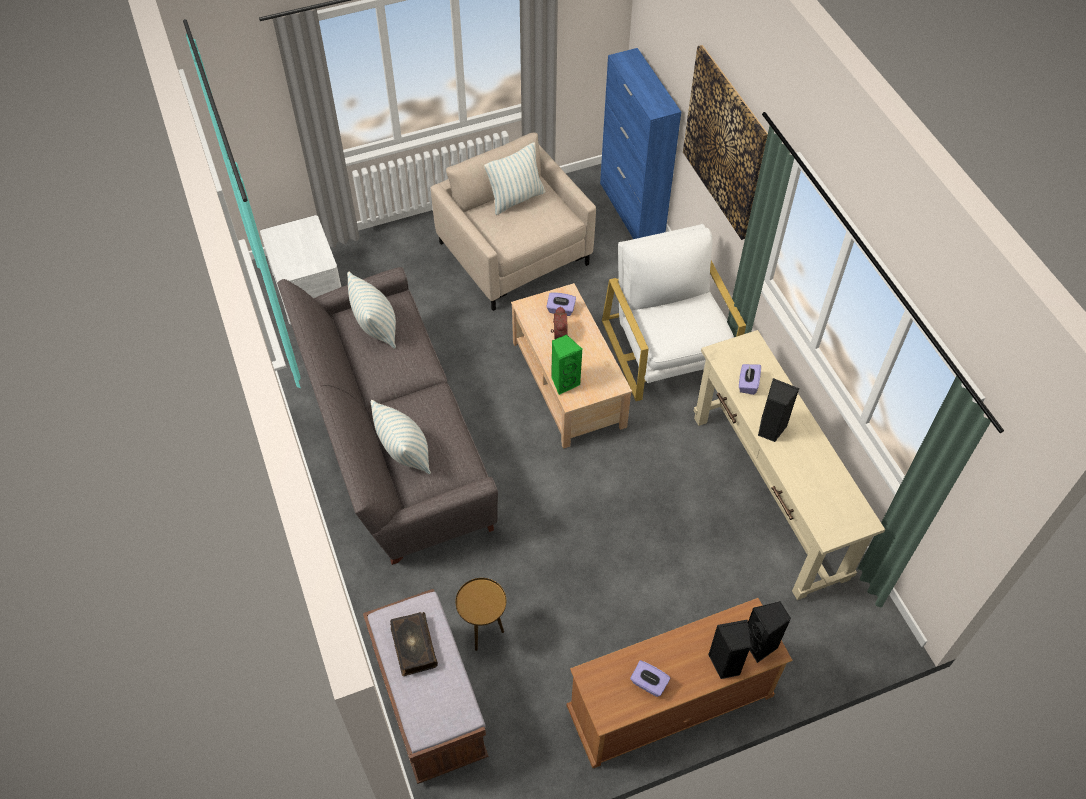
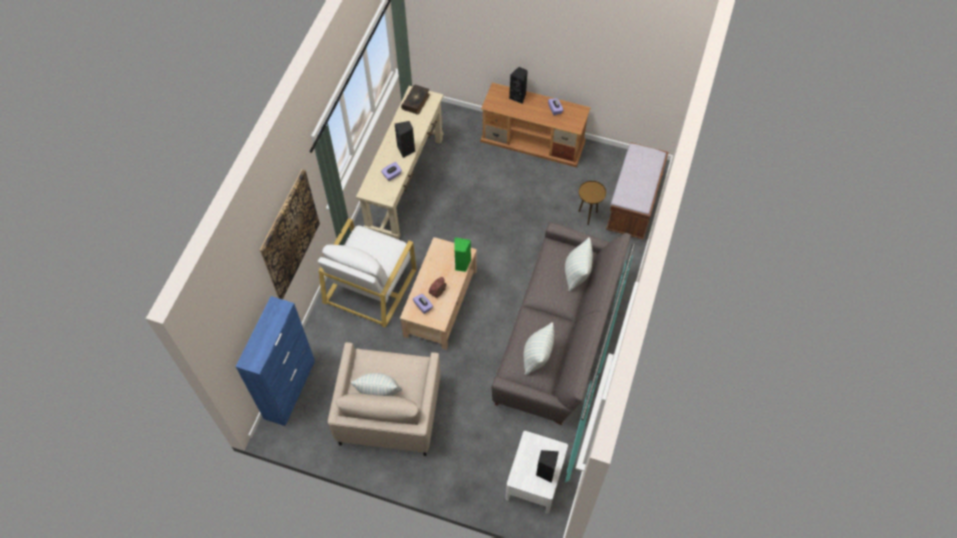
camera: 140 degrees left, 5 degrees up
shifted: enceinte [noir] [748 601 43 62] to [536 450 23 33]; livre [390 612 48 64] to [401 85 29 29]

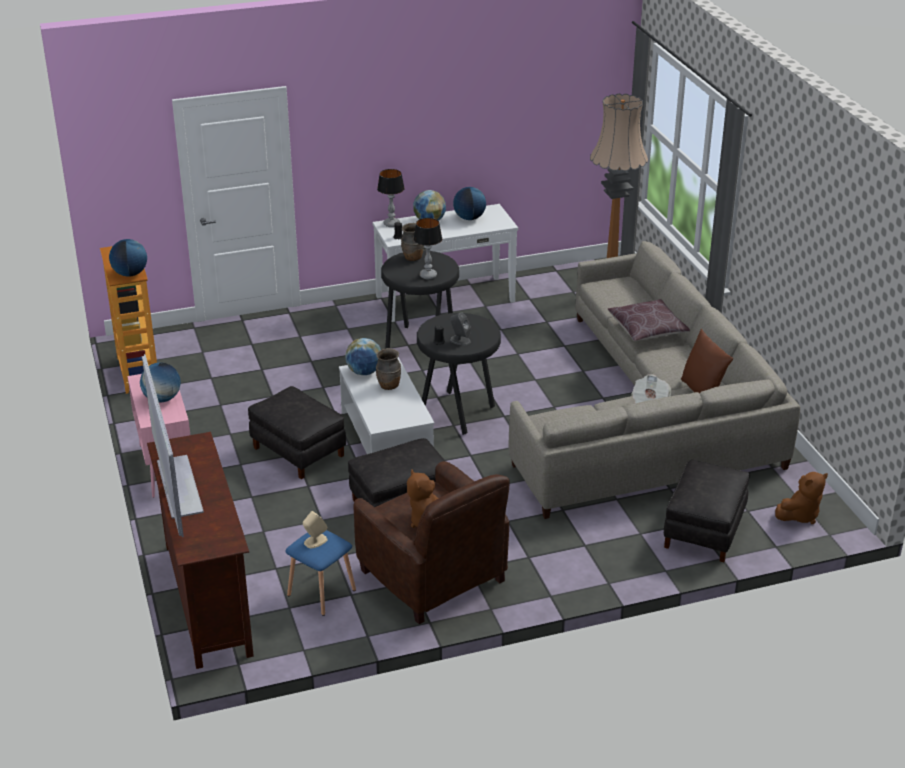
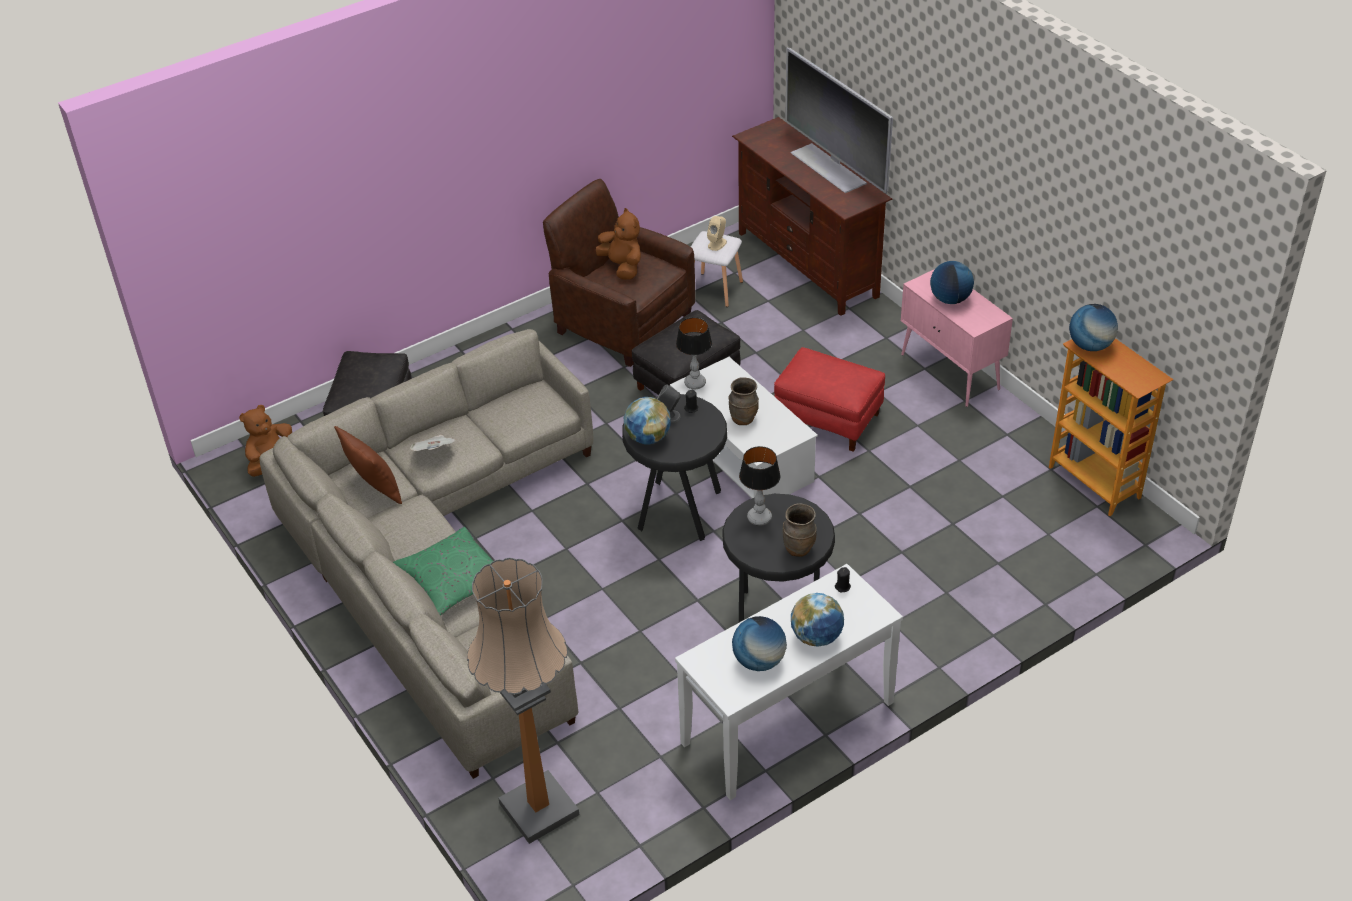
camera: 165 degrees right, 10 degrees up
shifted: lampe de table [377 169 28 58] to [676 317 36 73]; globe [345 338 36 37] to [623 397 48 47]
repainted: coussin [marron] [608 299 82 42] to coussin [vert] [393 527 100 88]; pouf [noir] [248 386 98 93] to pouf [rouge] [774 347 111 105]; tabouret [bleu] [285 530 71 86] to tabouret [blanc] [691 231 52 76]

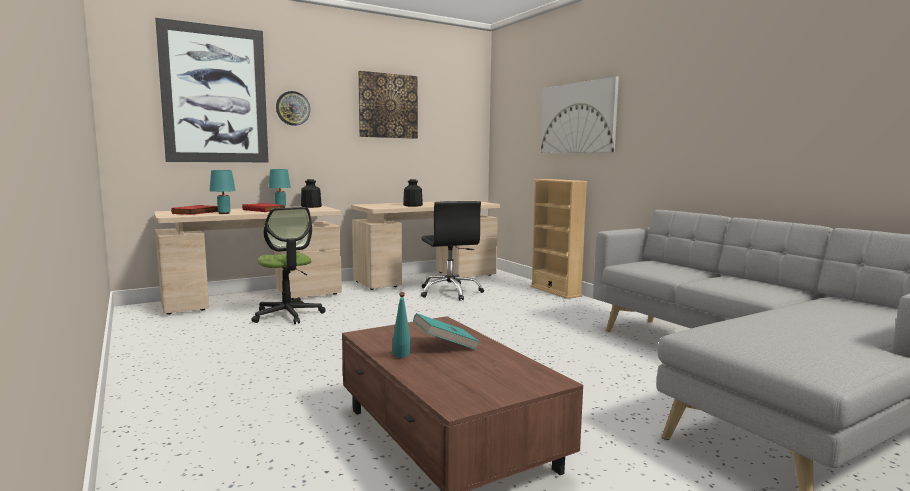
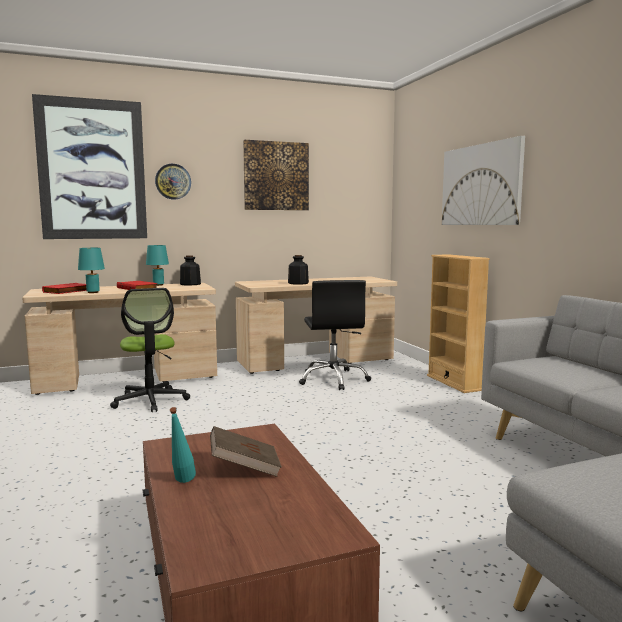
camera: 10 degrees right, 0 degrees up
repainted: livre [turquoise] [413 313 67 37] to livre [marron] [210 426 72 51]

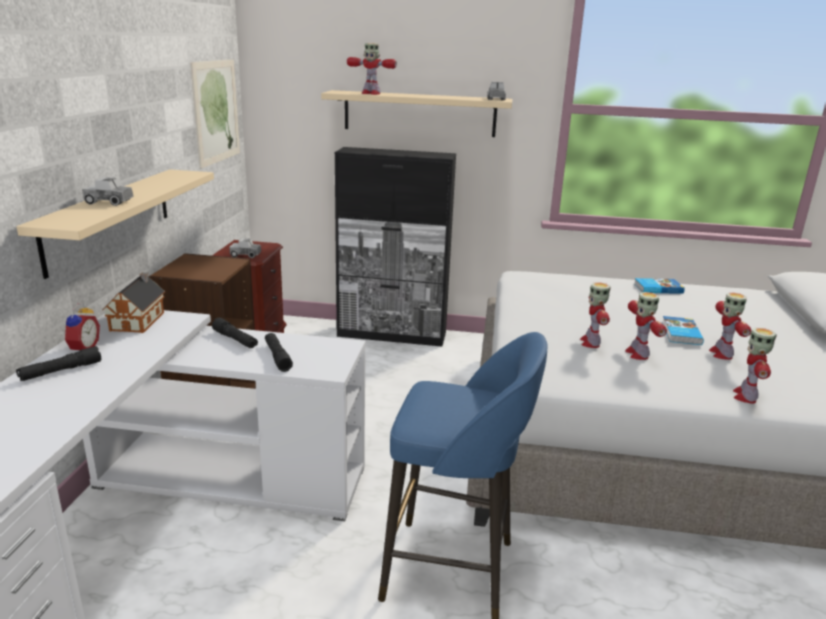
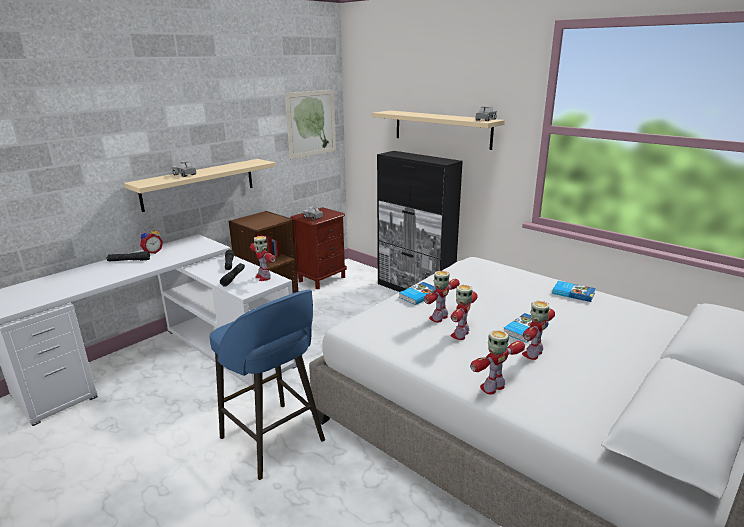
camera: 35 degrees right, 0 degrees up
gone: maison miniature [102 272 63 61]
new: livre [399 282 37 23]
shifted: robot jouet [347 43 50 52] to [250 236 26 45]

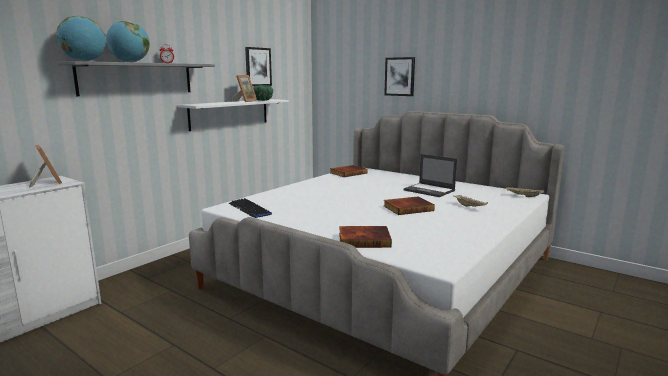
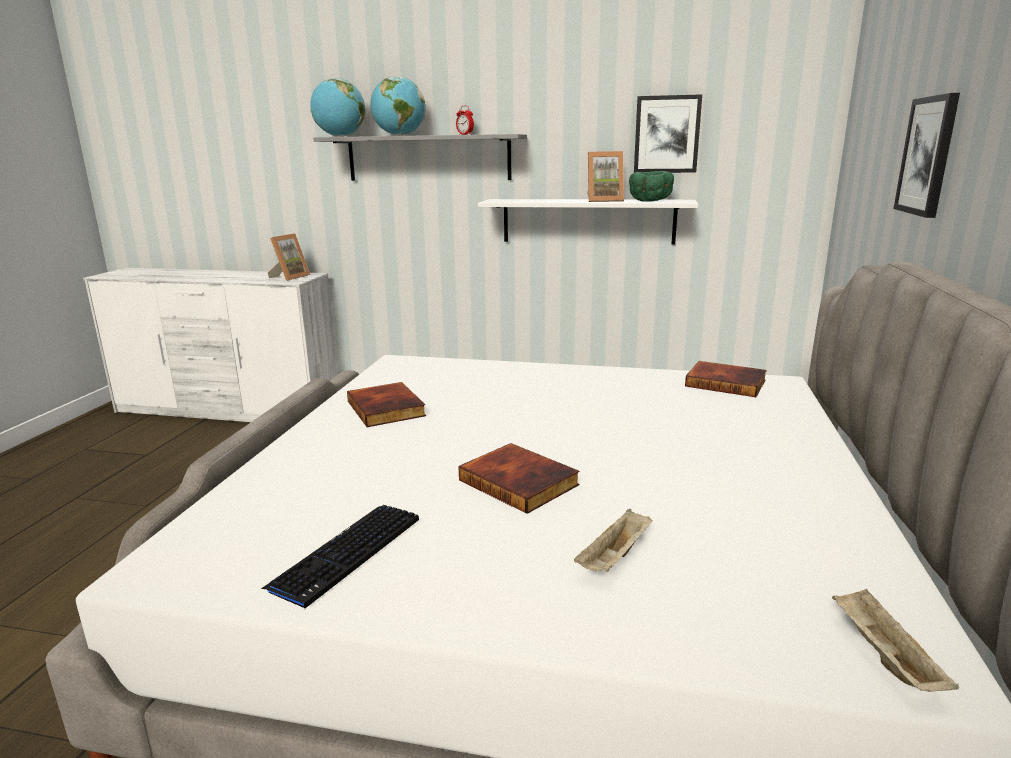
camera: 65 degrees right, 5 degrees up
gone: ordinateur portable [403 154 54 43]
shifted: clavier [228 198 44 20] to [261 505 158 103]; livre [339 226 53 22] to [347 382 79 45]

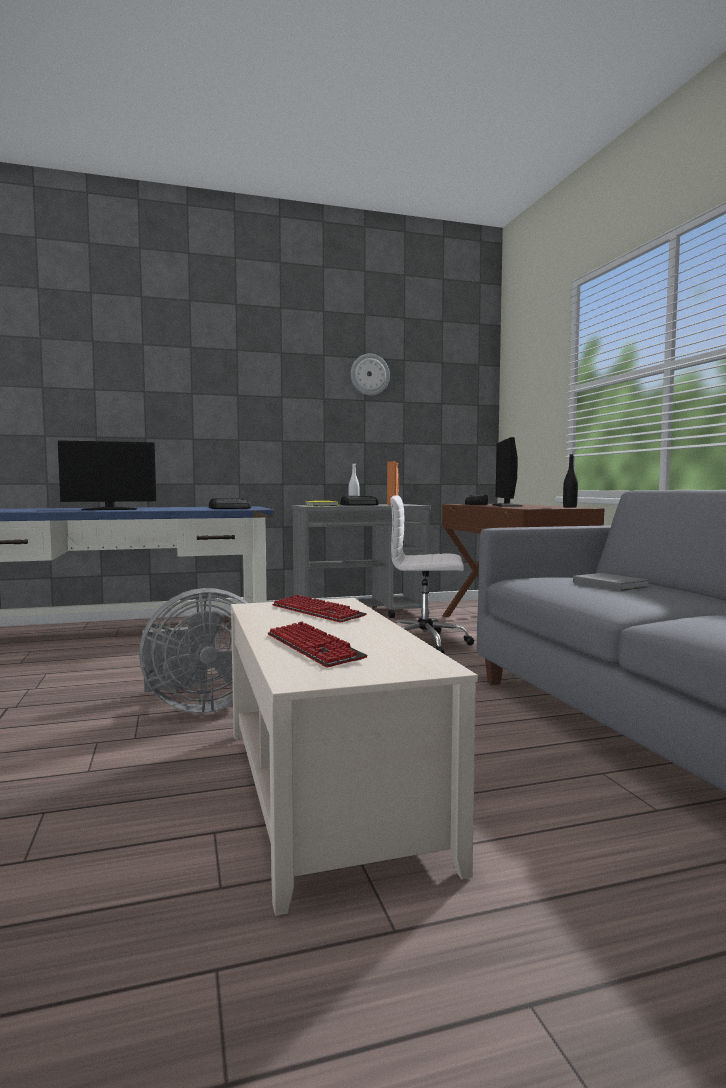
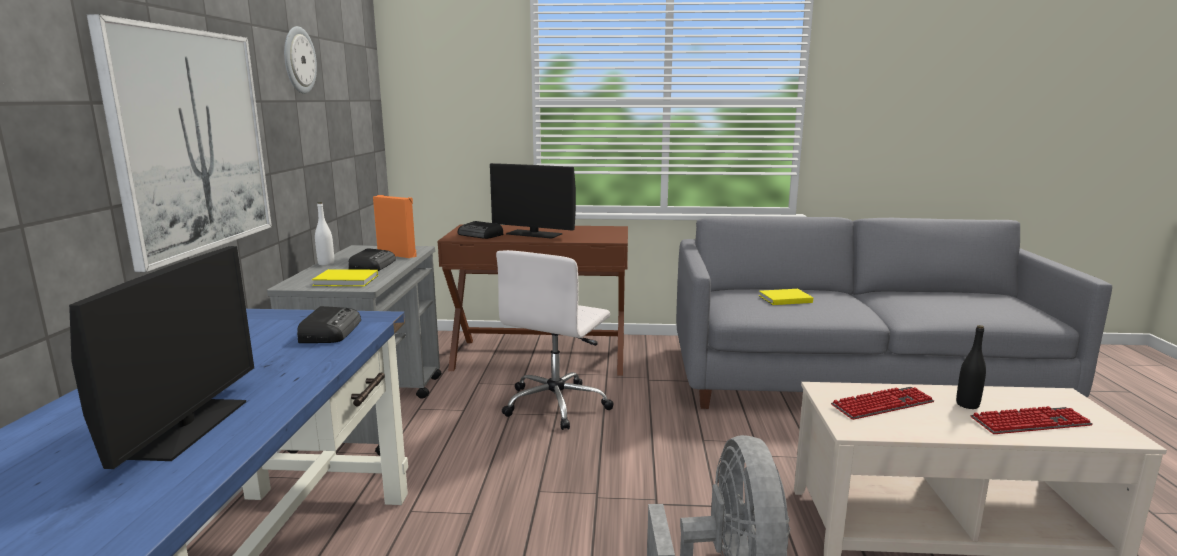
camera: 70 degrees left, 10 degrees up
new: tableau [87 14 185 258]
shifted: bouteille [noir] [563 454 15 54] to [956 325 30 84]
repainted: livre [gris] [573 573 77 18] to livre [jaune] [759 289 54 16]

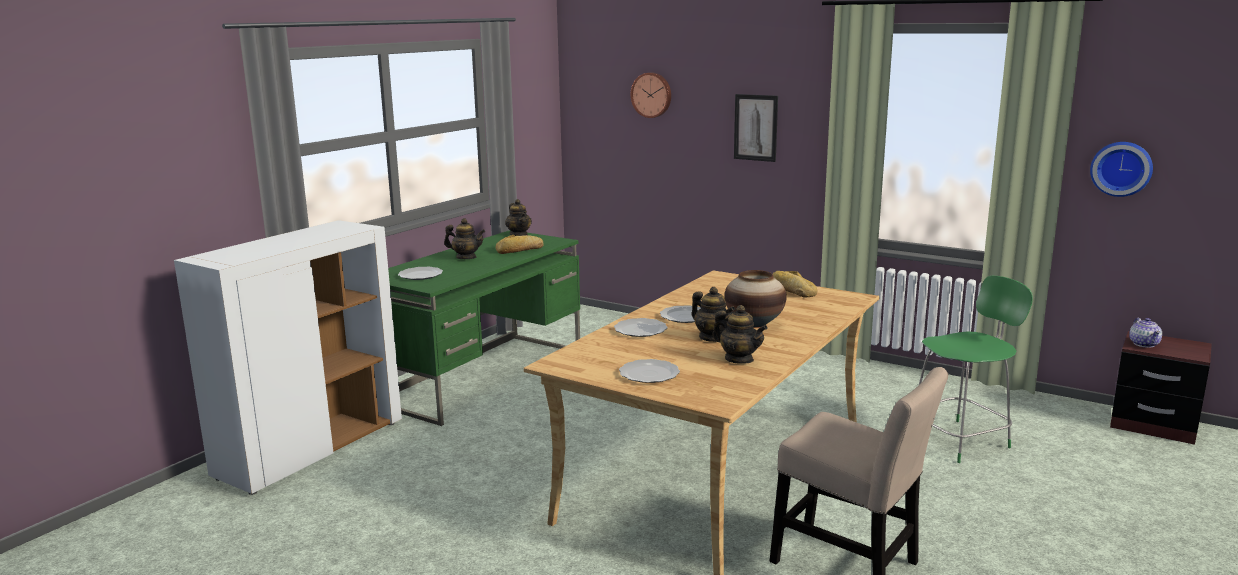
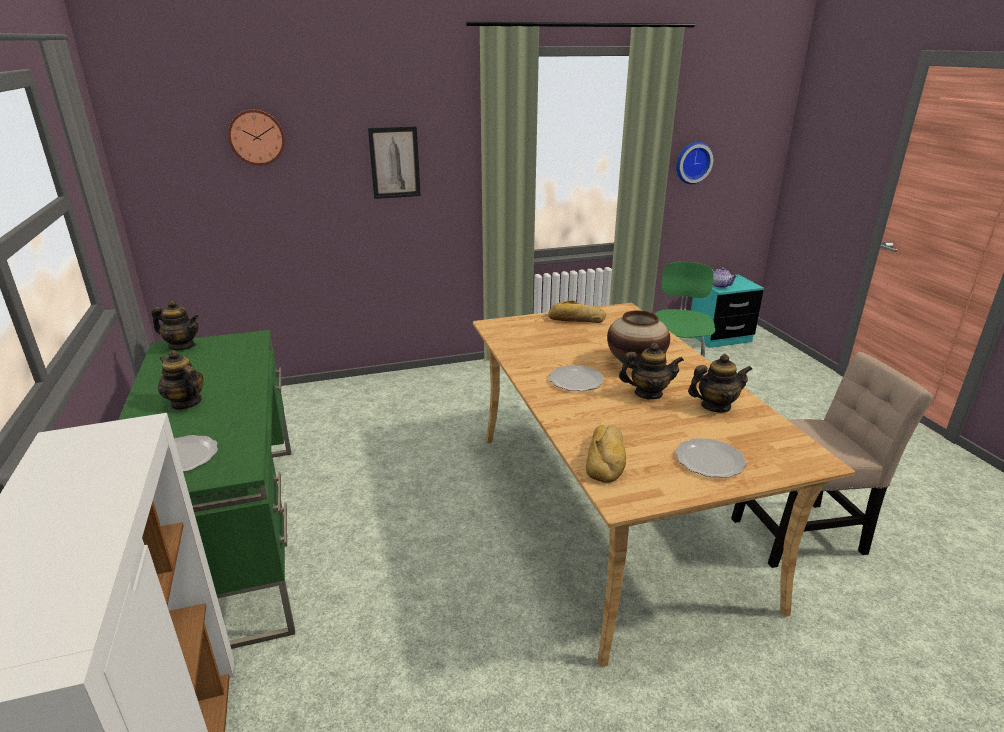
camera: 50 degrees left, 10 degrees up
gone: assiette [614 318 53 19]
shifted: pain [495 235 49 19] to [586 425 40 58]
repainted: table de chevet [marron] [1110 331 102 114] to table de chevet [turquoise] [691 274 73 74]
rotated: théière [444 218 41 41] = [158 350 46 60] 105 degrees counterclockwise

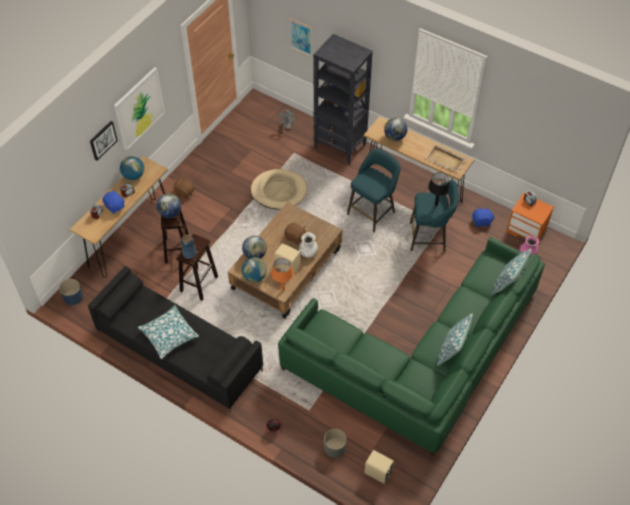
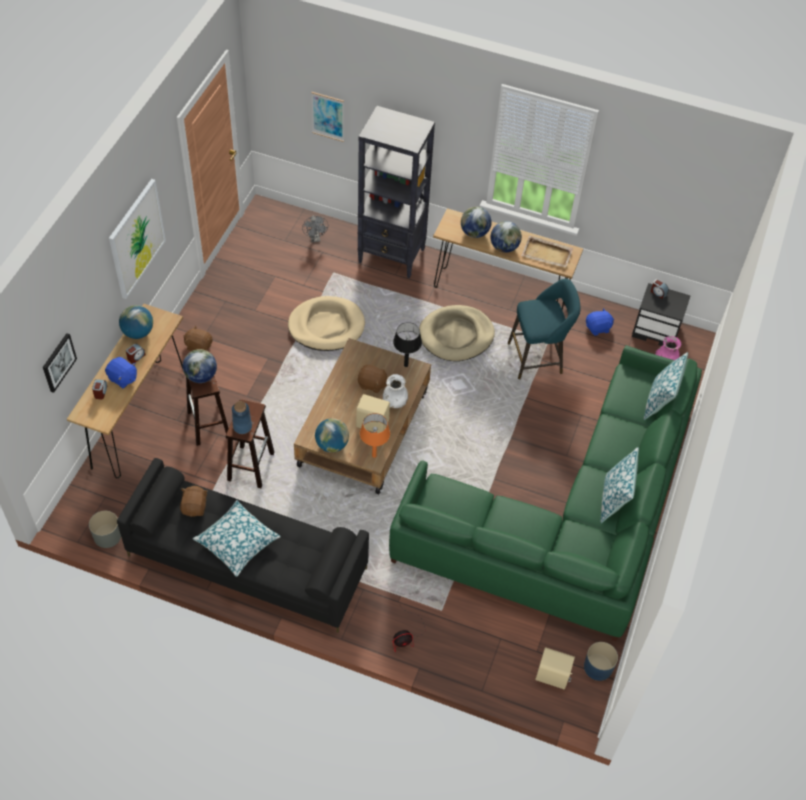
camera: 15 degrees left, 0 degrees up
new: peluche [marron] [180 486 27 31]
shifted: tableau [90 121 28 40] to [43 333 34 60]; lampe de table [noir] [428 172 22 34] to [393 322 29 45]; globe [242 236 25 23] to [490 221 32 32]; cache-pot [bleu] [59 279 24 26] to [584 642 34 39]; cache-pot [gris] [324 429 23 29] to [89 511 32 37]
swapped: tabouret [turquoise] [347 149 54 83] to panier pour chien [beige] [419 305 76 56]
repainted: table de chevet [orange] [506 193 48 46] to table de chevet [noir] [632 283 58 63]

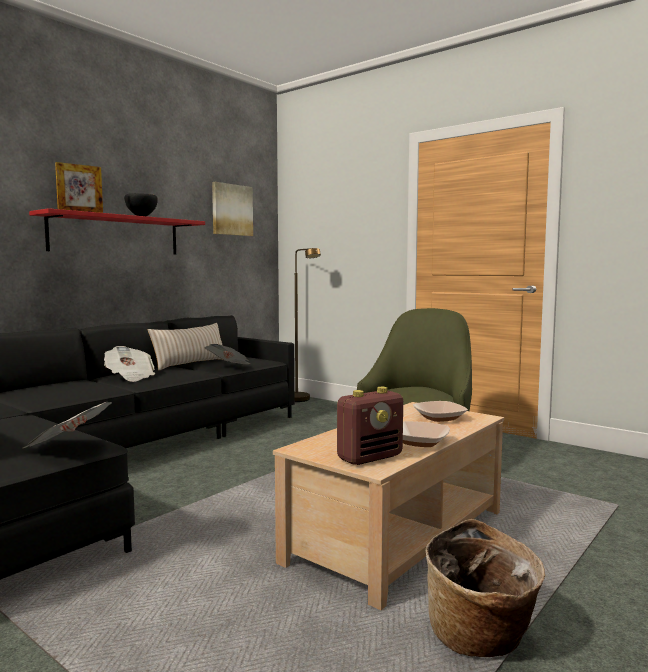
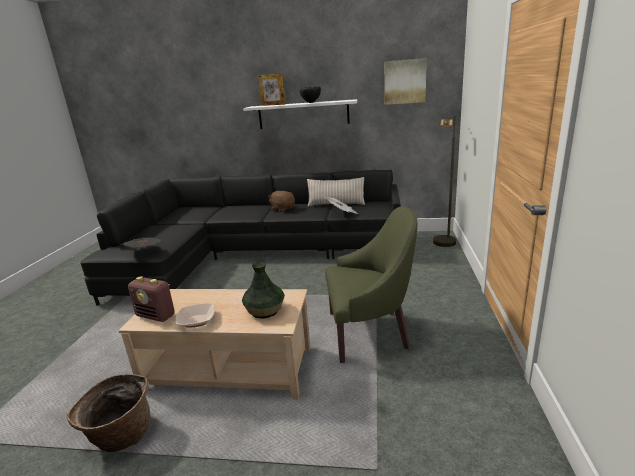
camera: 60 degrees right, 15 degrees up
swapped: journal [104 346 51 36] to peluche [marron] [268 190 27 22]; bol [413 401 55 21] to vase [242 262 43 57]
repainted: étagère [rouge] [29 208 176 46] to étagère [blanc] [243 99 114 30]

